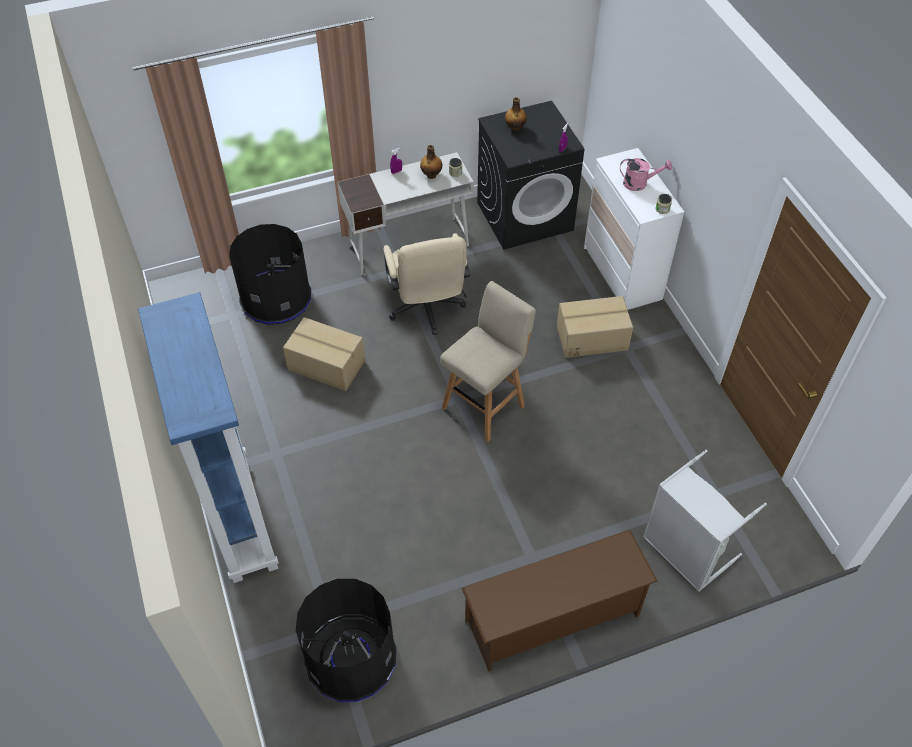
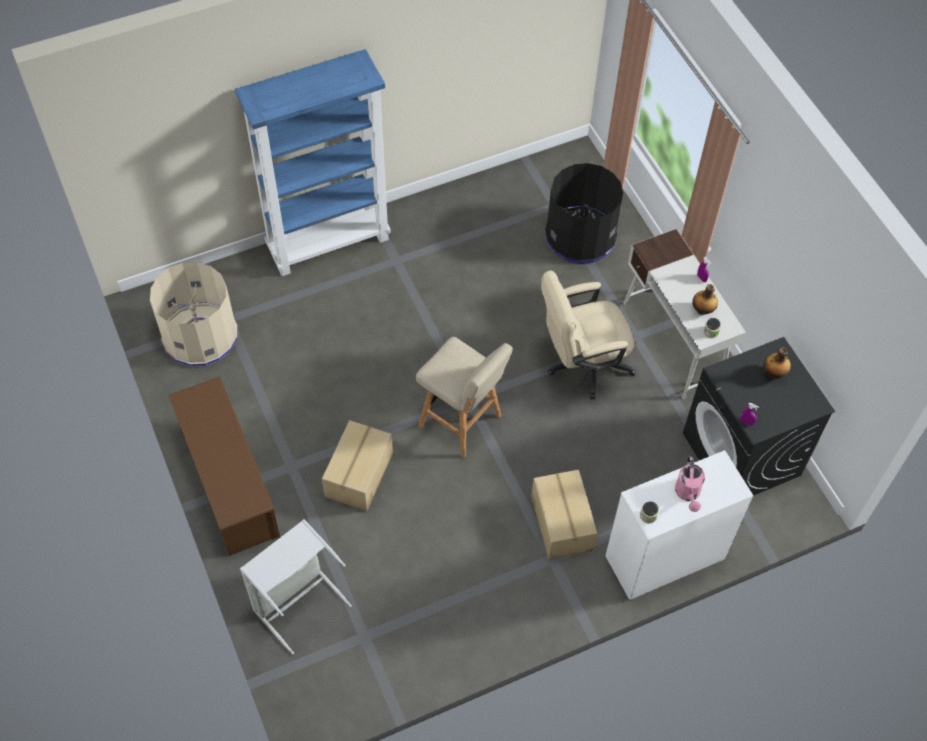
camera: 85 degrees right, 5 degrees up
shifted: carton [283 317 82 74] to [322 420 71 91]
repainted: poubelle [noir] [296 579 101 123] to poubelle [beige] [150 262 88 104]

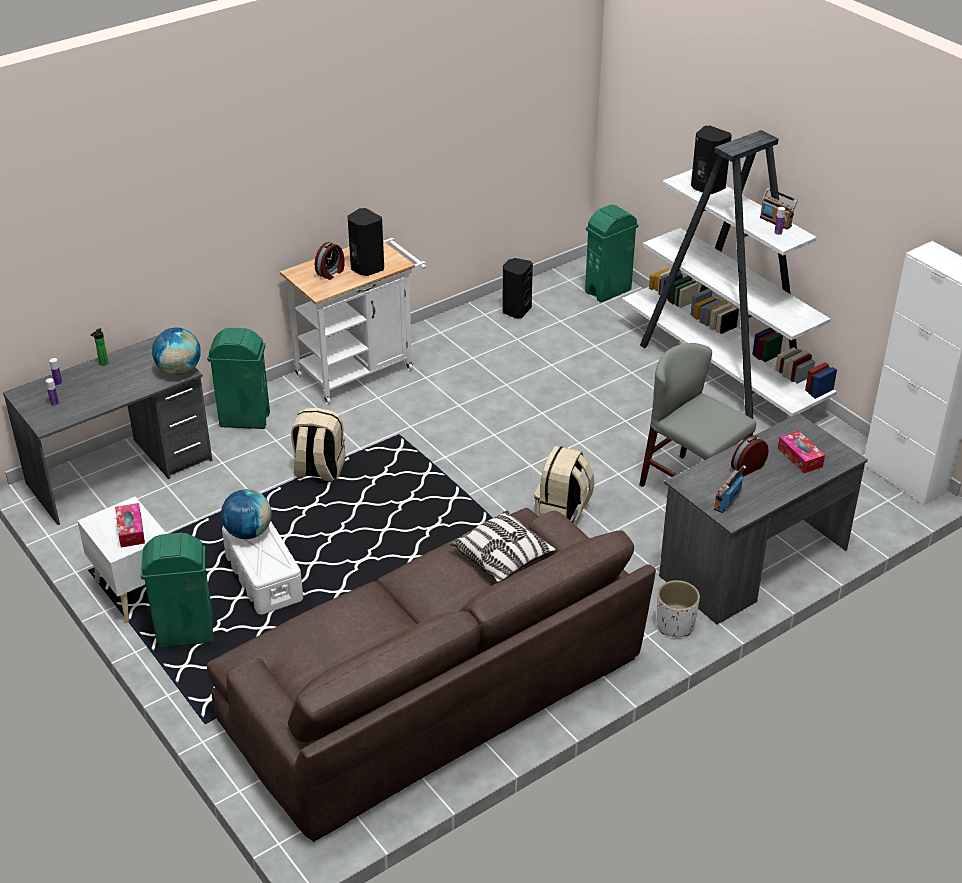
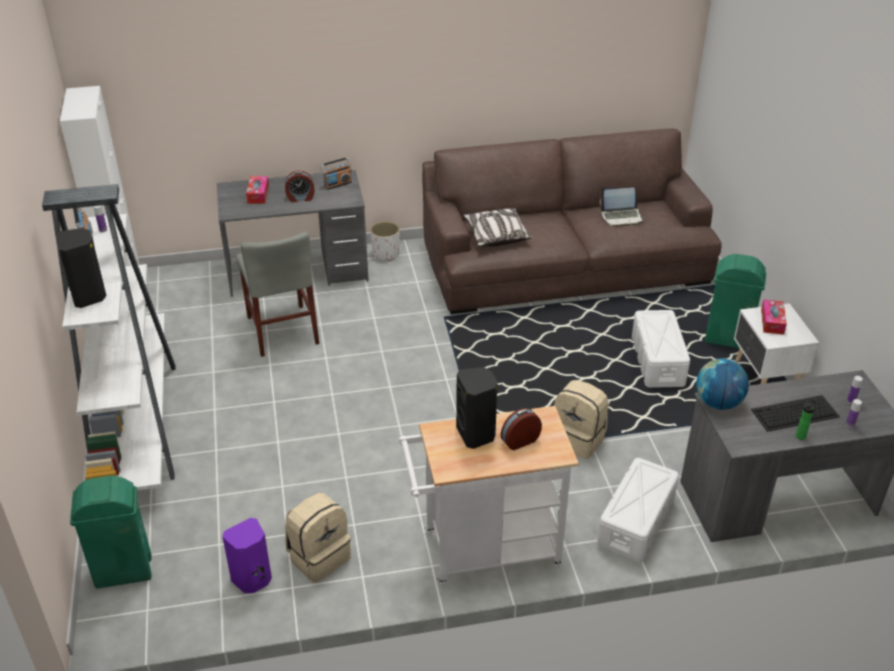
camera: 155 degrees left, 0 degrees up
gone: globe [221 489 51 50]
new: ordinateur portable [600 187 45 40]; clavier [751 395 89 37]
shifted: sac à dos [beige] [534 446 61 78] to [285 493 66 90]
swapped: poubelle [vert] [207 328 63 101] to boîte de rangement [blanc] [597 458 82 105]
repainted: enceinte [noir] [502 258 31 61] to enceinte [violet] [222 518 50 75]

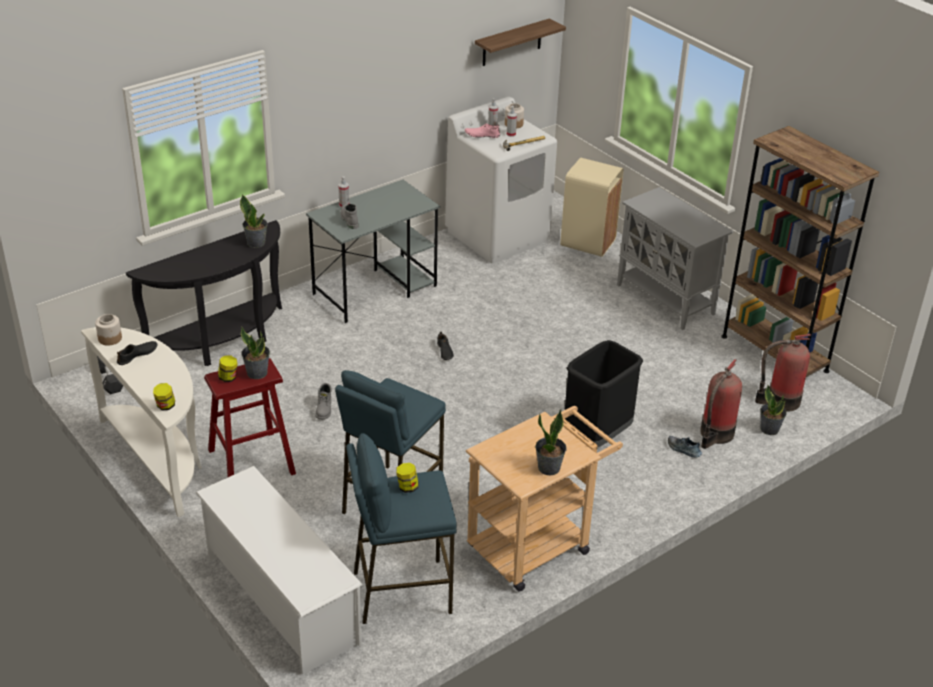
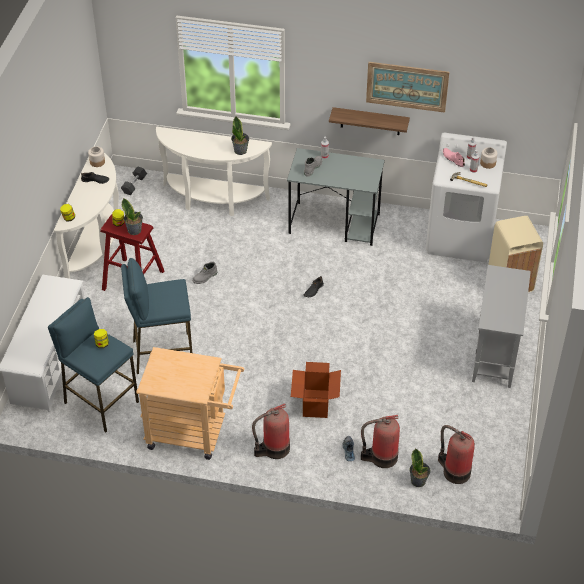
camera: 50 degrees right, 10 degrees up
gone: bibliothèque [marron] [721 126 158 251]; plante en pot [536 409 31 67]
new: tableau [366 62 83 51]; extincteur [252 403 38 56]
shifted: étagère [475 18 91 48] to [329 107 81 28]
swapped: poubelle [noir] [565 340 78 107] to carton [291 362 50 56]
repainted: table console [noir] [126 220 156 146] to table console [blanc] [156 127 116 89]

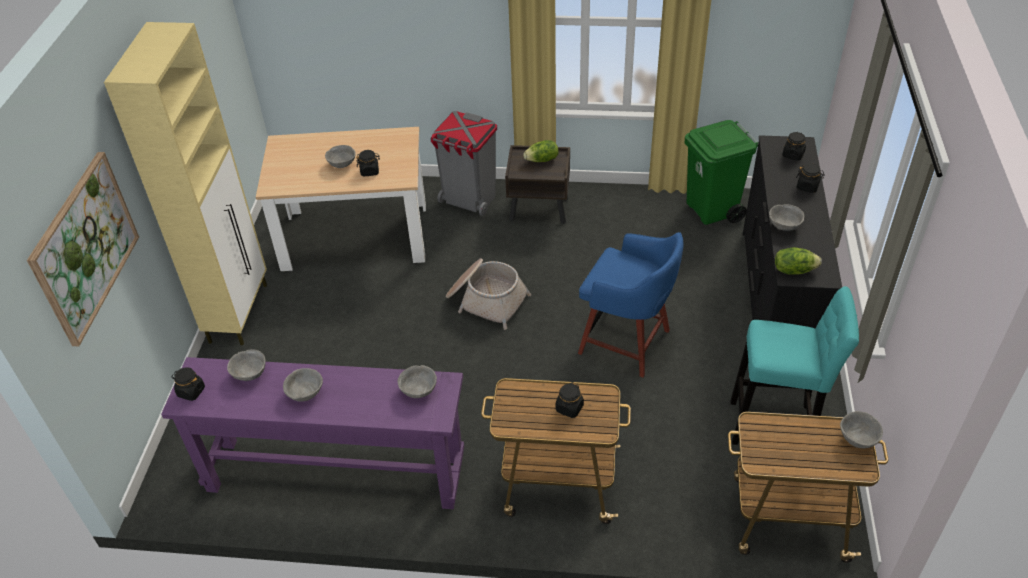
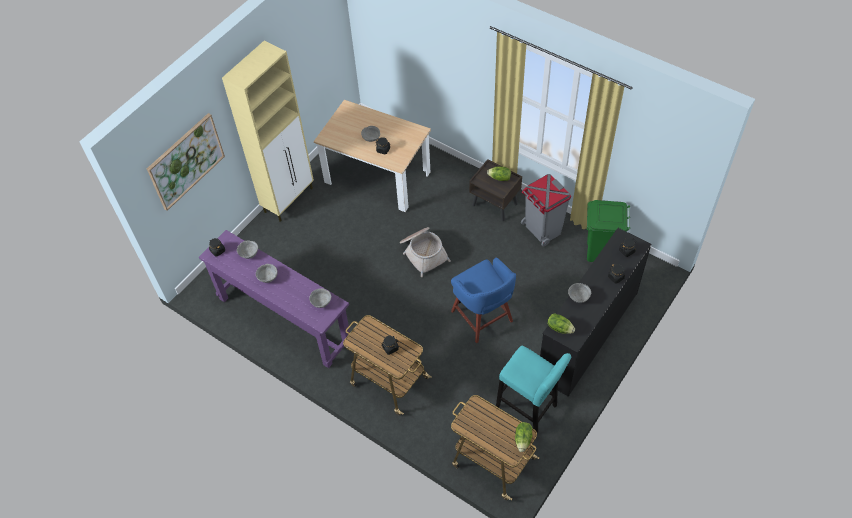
camera: 30 degrees right, 10 degrees up
shifted: poubelle [gris] [430 111 67 105] to [521 174 50 73]
swapped: bol [gris] [840 411 43 37] to laitue [515 422 17 30]

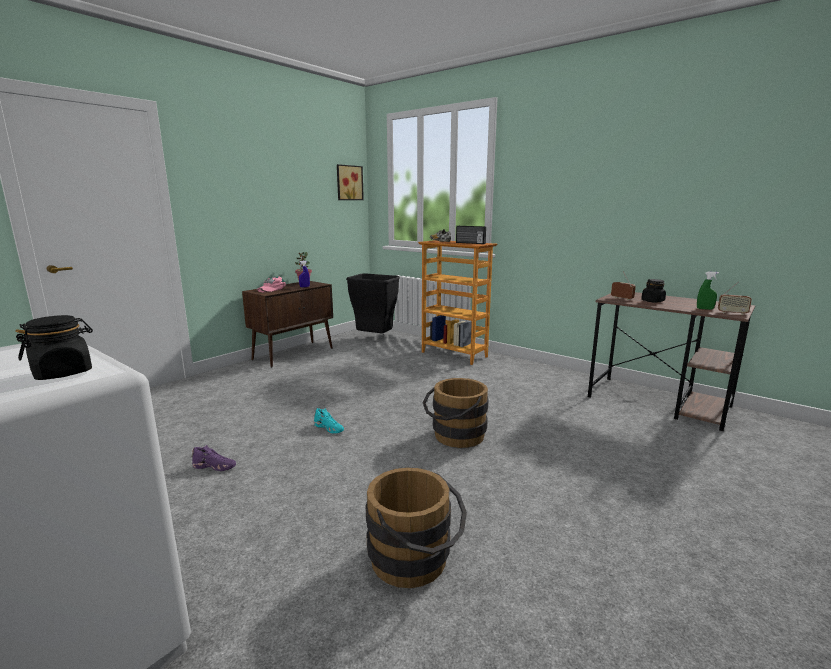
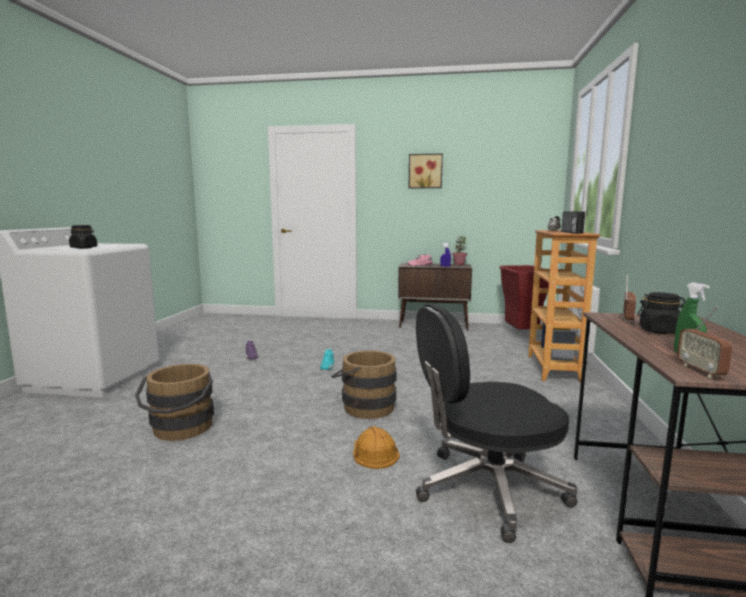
camera: 60 degrees right, 5 degrees down
new: chaise de bureau [noir] [416 304 161 239]; casque de chantier [orange] [353 426 47 43]
shifted: tableau [337 164 27 36] to [409 153 34 35]
repainted: poubelle [noir] [346 273 54 61] to poubelle [rouge] [499 265 50 65]

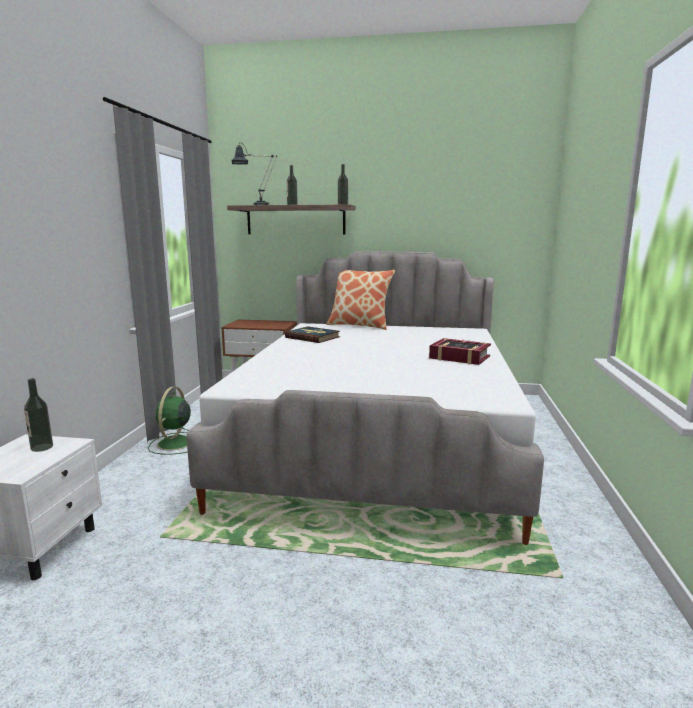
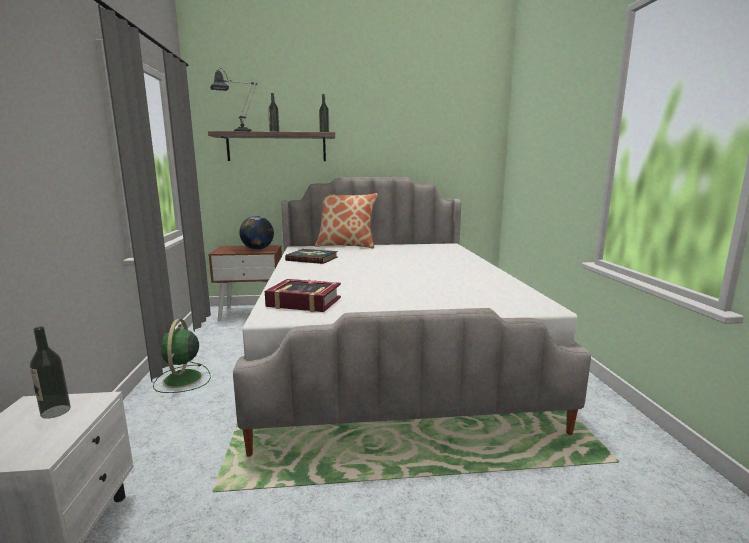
camera: 15 degrees left, 0 degrees up
new: globe [239 216 35 34]
shifted: livre [429 338 62 27] to [265 279 76 33]

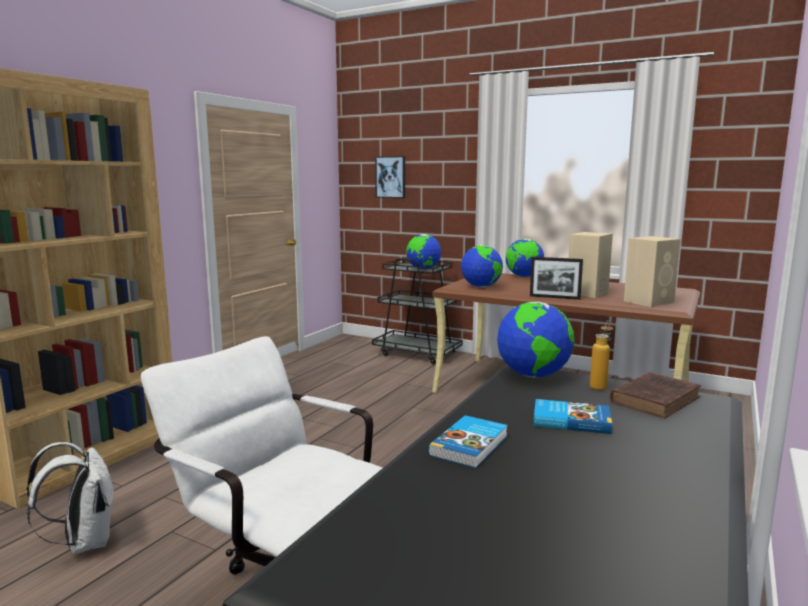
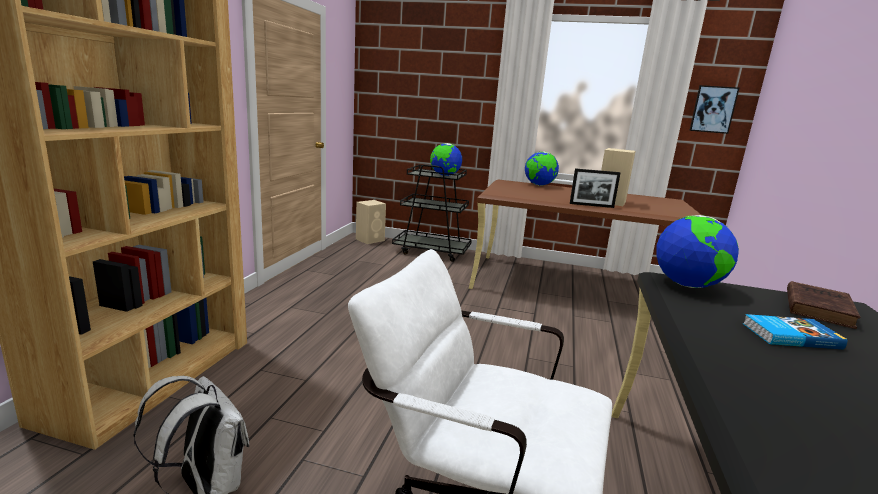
camera: 15 degrees left, 5 degrees up
gone: globe [461 245 42 42]; bouteille [590 320 23 70]; livre [428 415 80 53]
shifted: tableau [375 156 30 42] to [689 85 50 49]; enceinte [beige] [624 236 57 71] to [356 200 30 44]

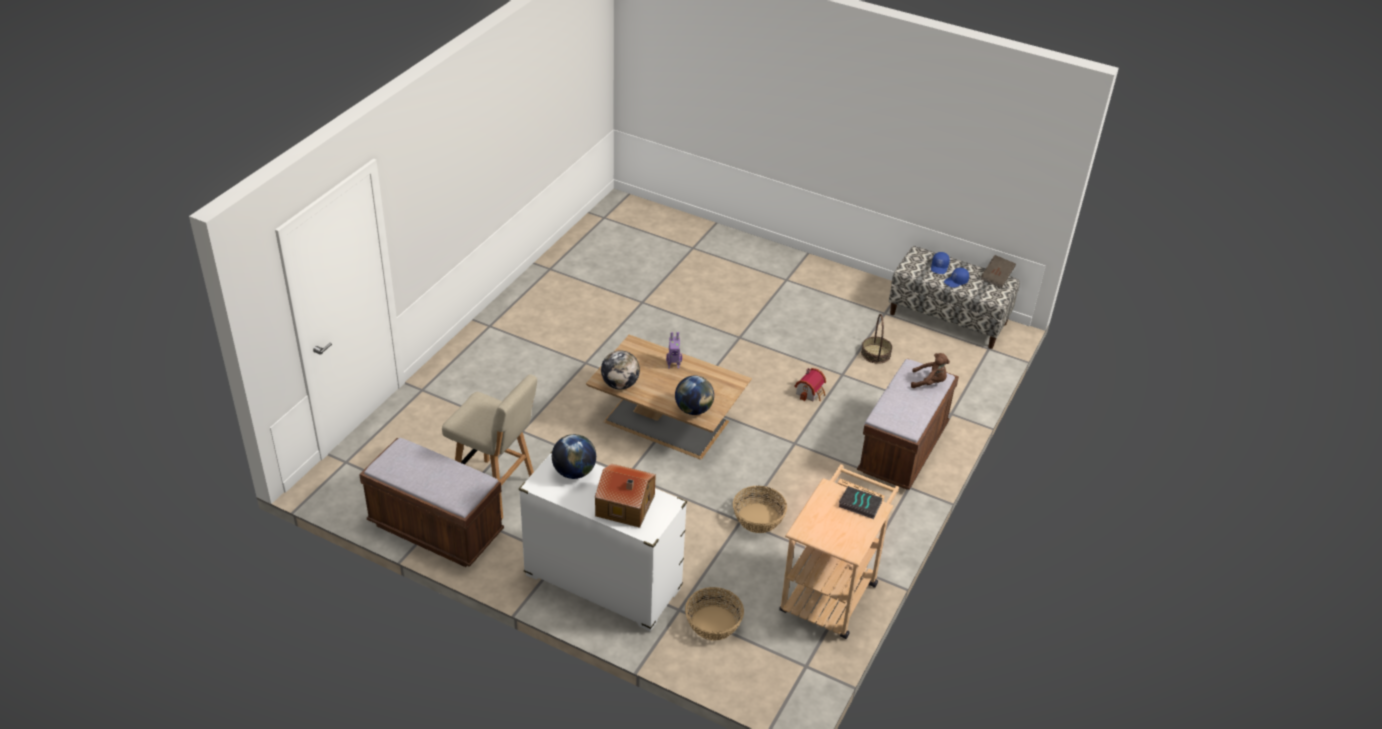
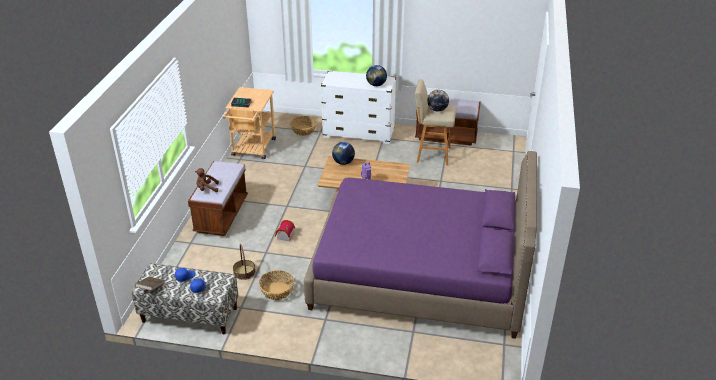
camera: 165 degrees right, 5 degrees down
gone: maison miniature [595 463 61 65]
new: lit [violet] [304 151 233 188]
shifted: globe [601 350 39 40] to [427 90 22 21]; panier [733 486 54 47] to [259 270 35 30]

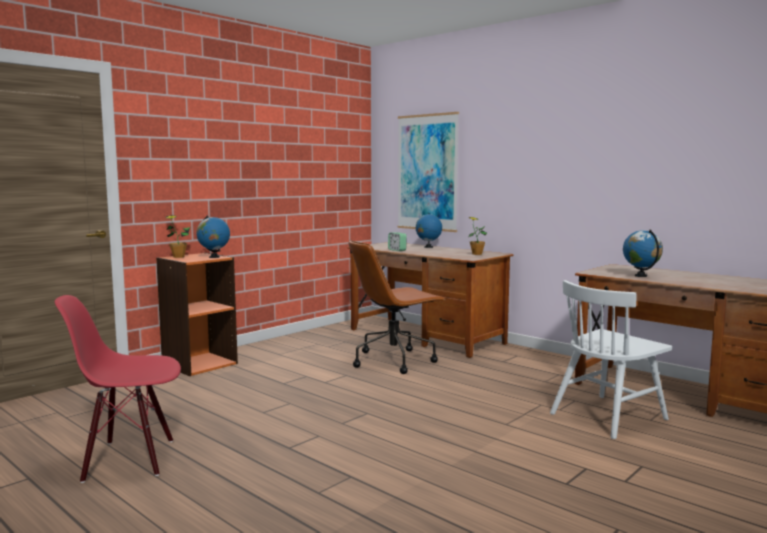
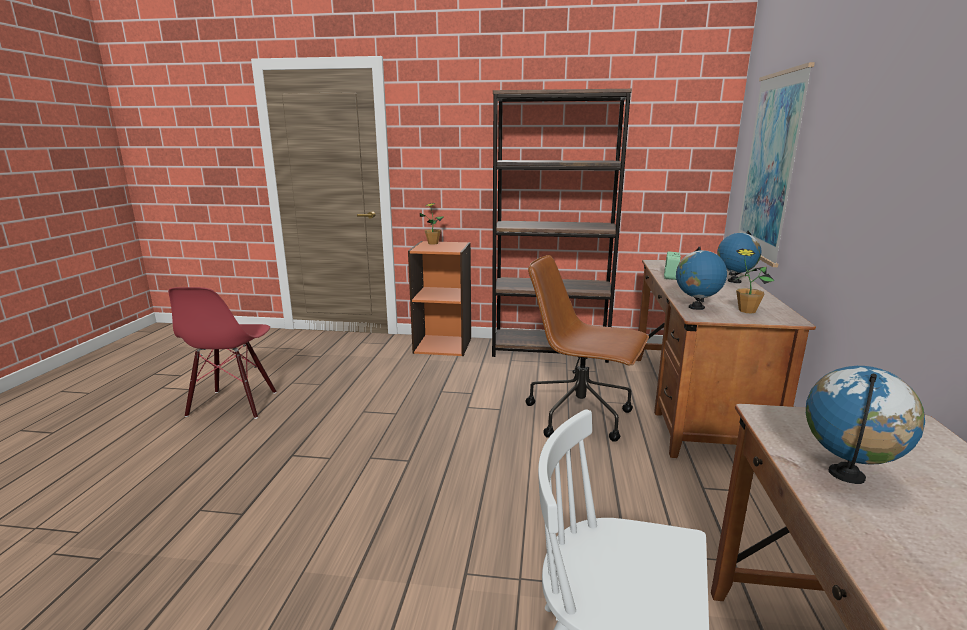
camera: 55 degrees right, 10 degrees up
new: bibliothèque [marron] [492 89 140 274]
shifted: globe [197 216 33 42] to [676 247 51 63]
rotated: chaise [rouge] [55 295 126 188] = [168 287 109 132] 135 degrees counterclockwise

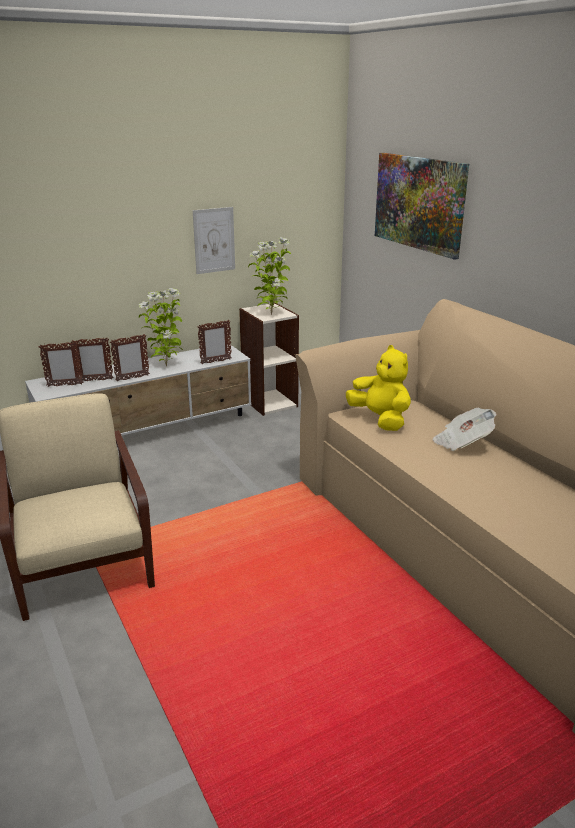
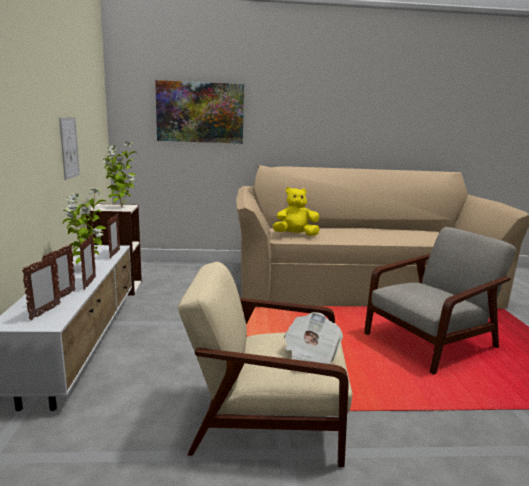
camera: 65 degrees left, 10 degrees down
new: fauteuil [gris] [364 227 152 148]
shifted: journal [433 408 64 43] to [284 312 59 52]

